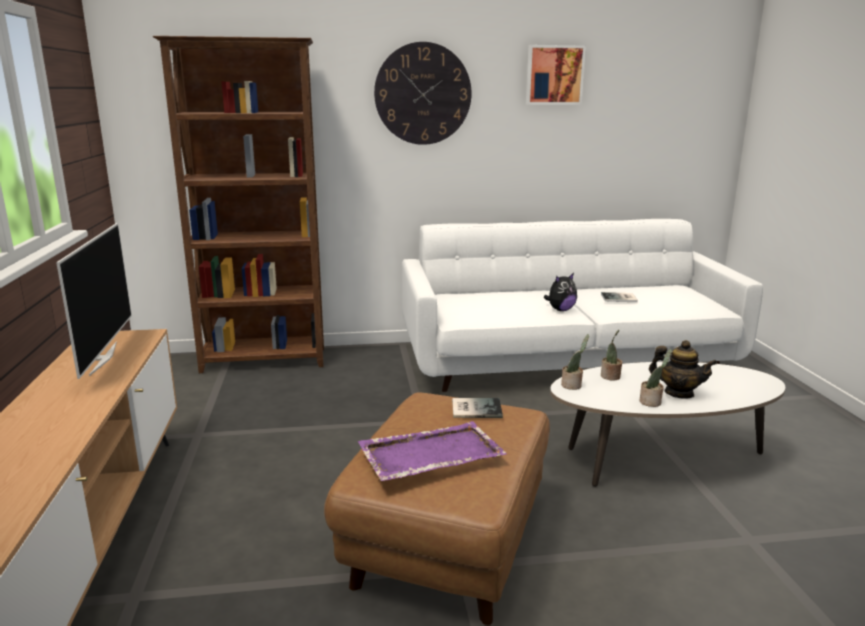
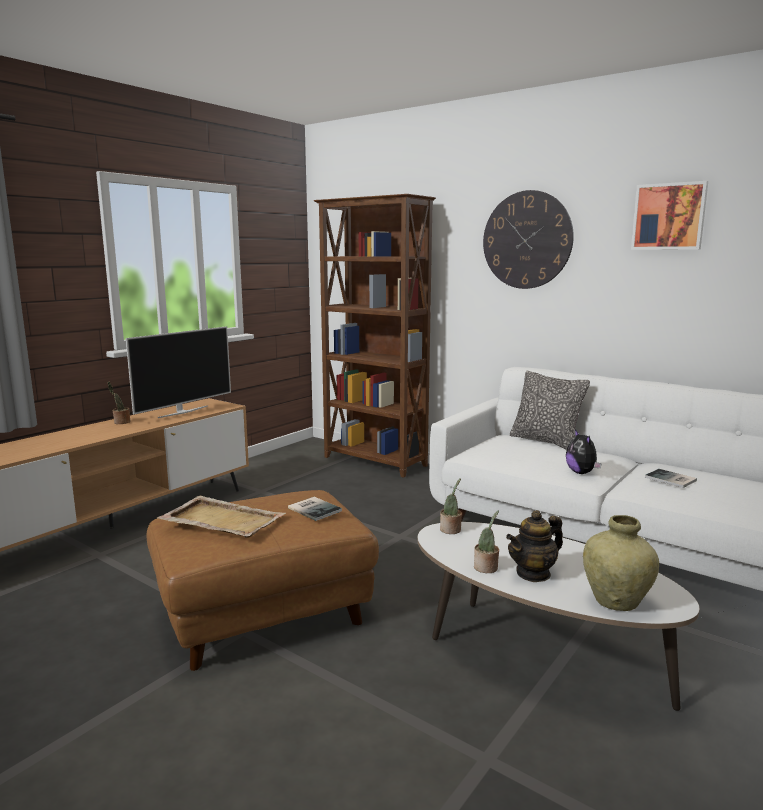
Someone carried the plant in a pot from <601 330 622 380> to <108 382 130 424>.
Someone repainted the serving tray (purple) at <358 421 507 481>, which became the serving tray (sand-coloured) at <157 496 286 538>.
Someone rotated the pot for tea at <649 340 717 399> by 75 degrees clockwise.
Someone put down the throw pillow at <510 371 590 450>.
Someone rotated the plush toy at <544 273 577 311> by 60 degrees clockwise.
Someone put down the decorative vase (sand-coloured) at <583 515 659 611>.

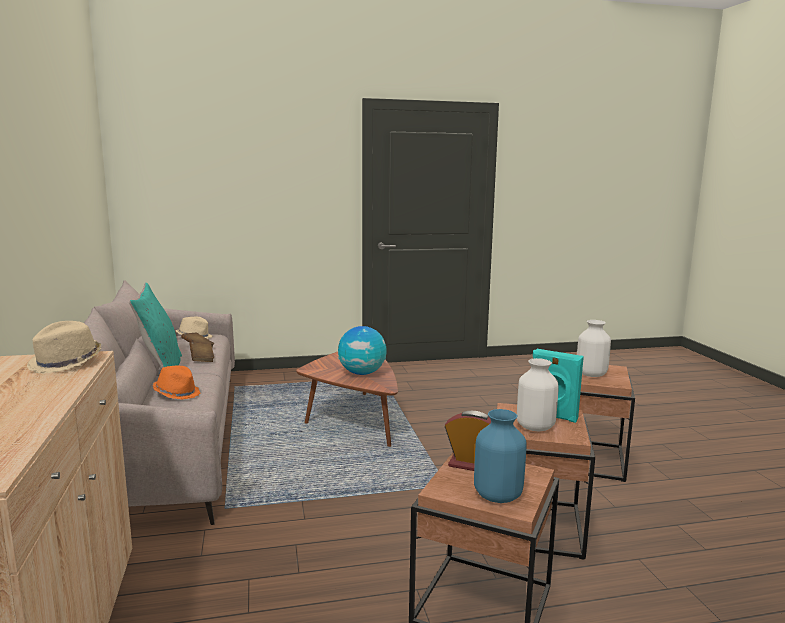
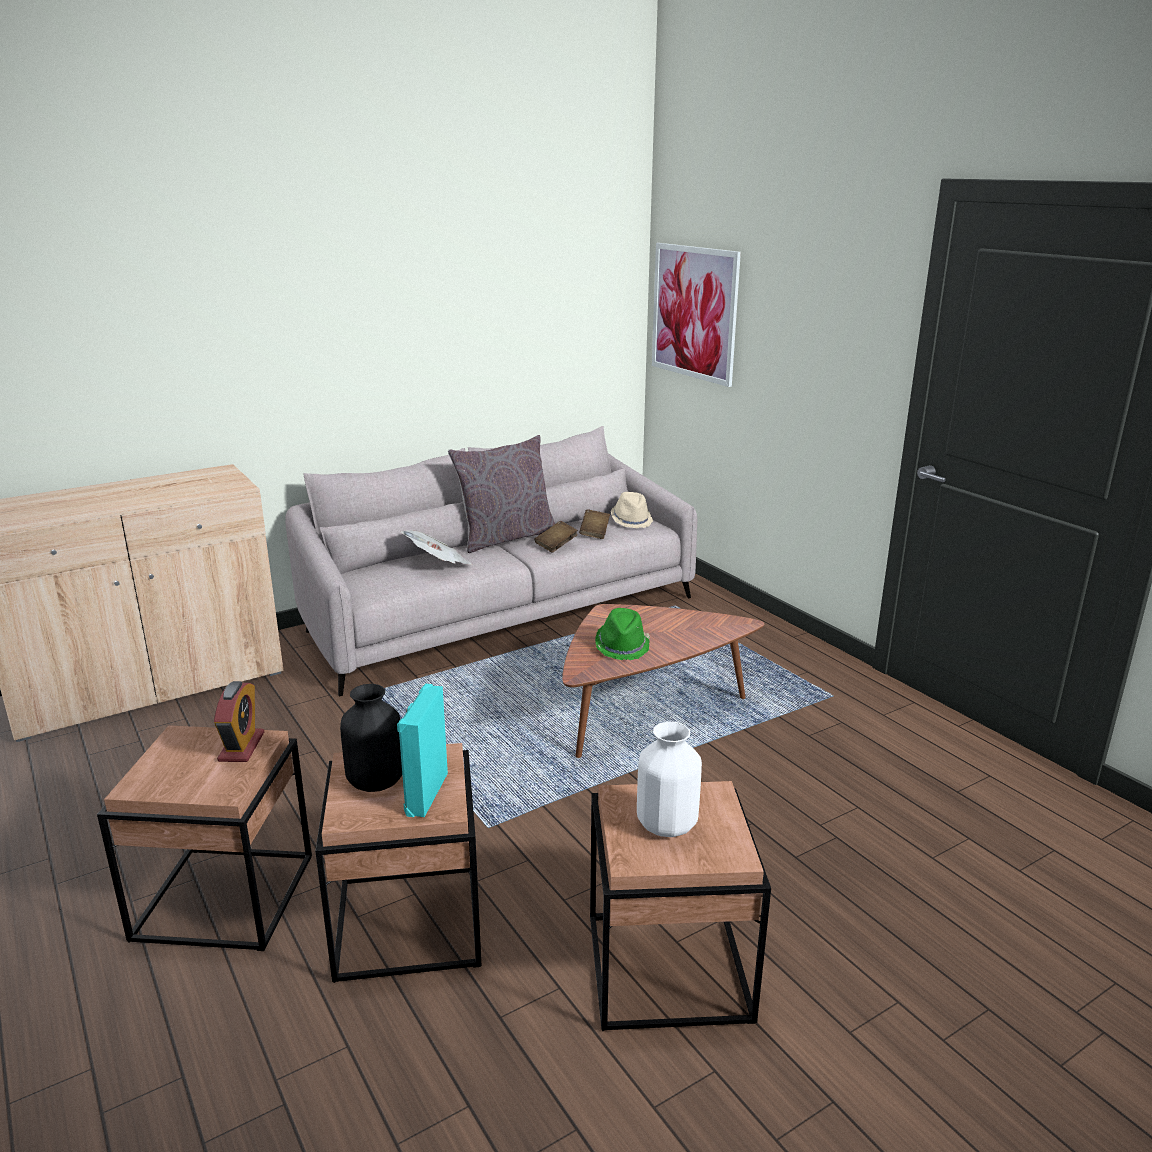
Someone repainted the decorative vase (whitish) at <517 358 559 431>, which became the decorative vase (black) at <340 684 402 792>.
Someone swapped the wearable hat (orangey) at <153 366 200 400> for the newspaper at <400 530 473 565>.
Someone repainted the throw pillow (turquoise-coloured) at <129 283 182 368>, which became the throw pillow (gray) at <448 435 555 553>.
Someone swapped the world globe at <338 326 387 375> for the wearable hat (greenish) at <595 608 650 660>.
Someone put up the picture at <652 243 741 387>.
Someone took away the wearable hat (sand-coloured) at <27 321 101 374>.
Someone took away the decorative vase (blue-coloured) at <474 409 527 503>.

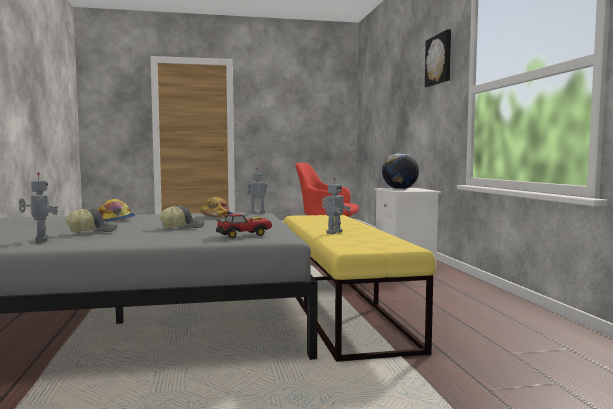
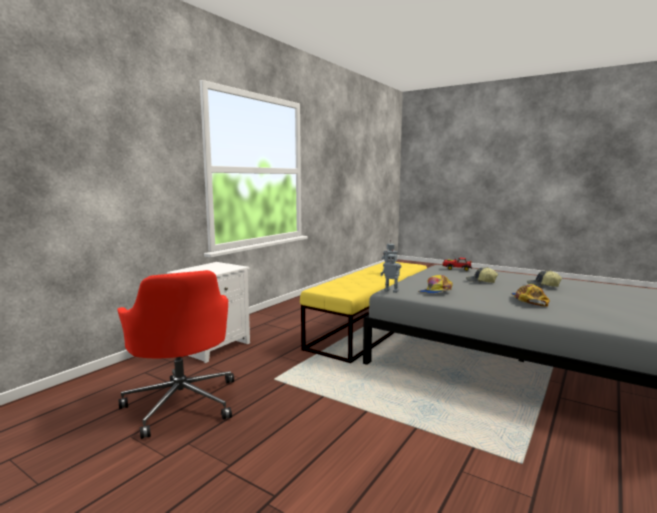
Someone took away the model robot at <18 172 58 242>.
Someone took away the world globe at <382 153 419 189>.
Someone took away the picture at <425 29 451 87>.

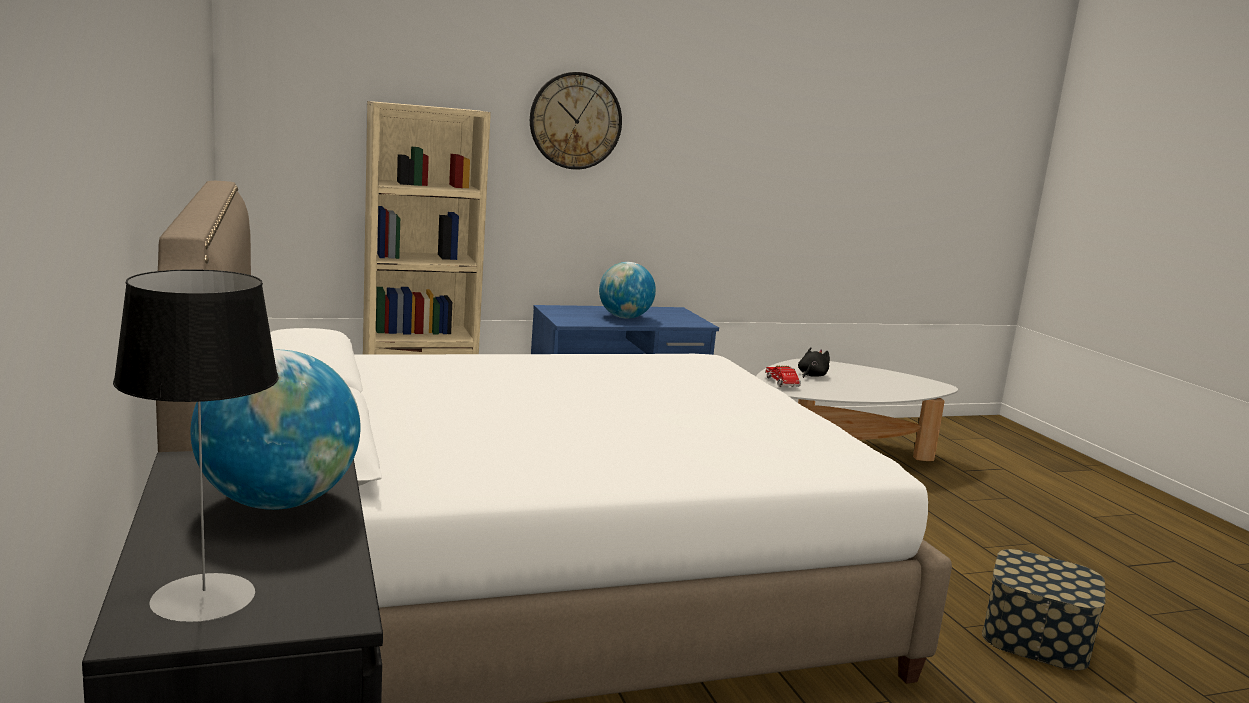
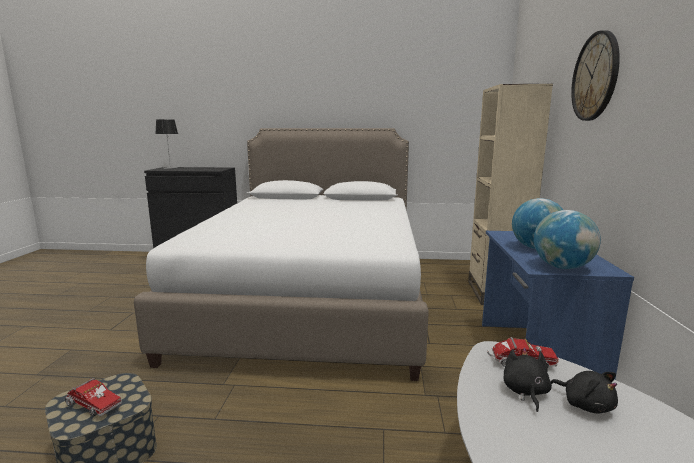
Someone put down the toy truck at <65 378 122 417>.
Someone put down the plush toy (black) at <503 348 552 412>.
Someone carried the world globe from <190 350 361 510> to <534 210 601 269>.

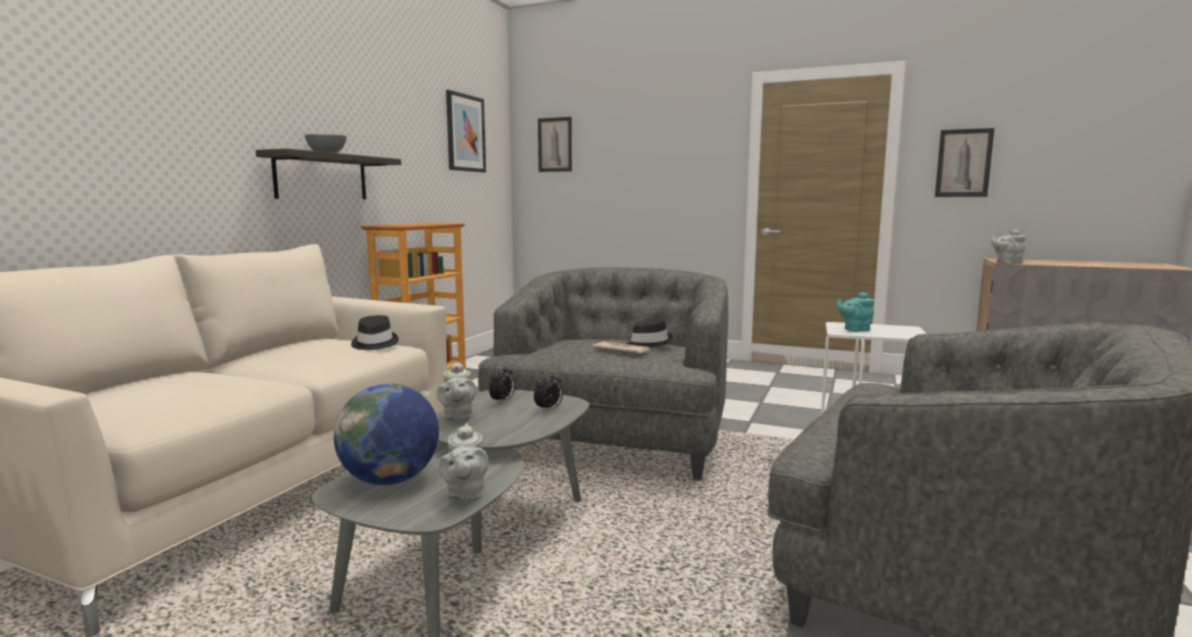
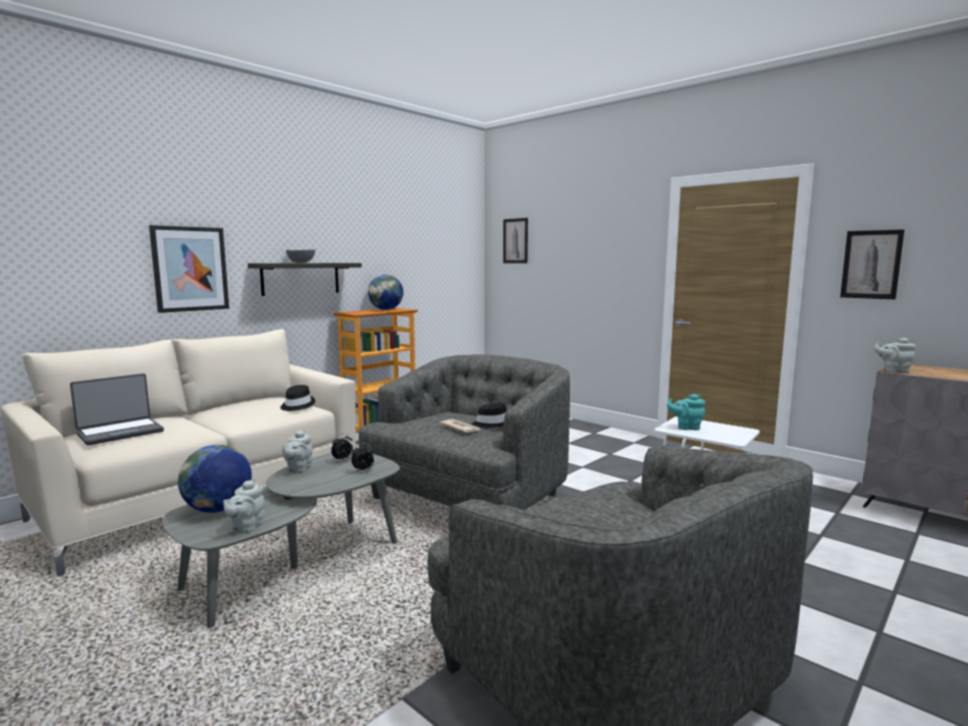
Someone put down the notebook computer at <70 373 164 445>.
Someone carried the picture from <446 90 486 173> to <149 225 229 313>.
Someone put down the world globe at <368 275 403 310>.

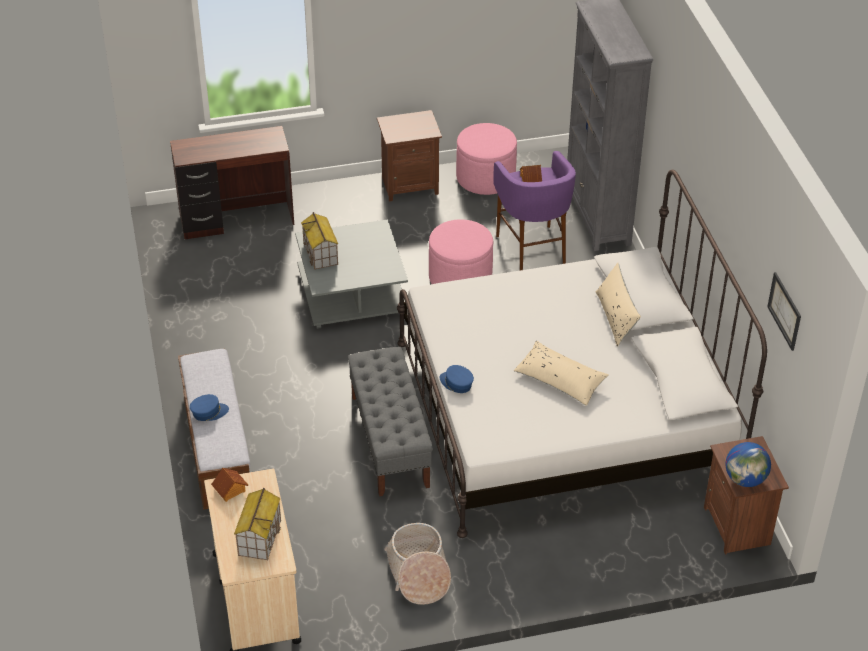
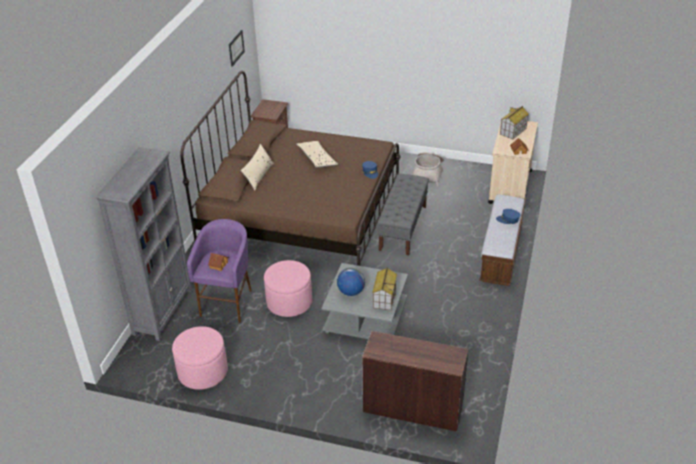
Someone repainted the bed (whitish) at <397 170 767 538>, which became the bed (brownish) at <180 71 401 266>.
Someone carried the world globe from <725 442 771 487> to <337 268 365 296>.
Someone took away the bedside table (brownish) at <377 110 442 202>.

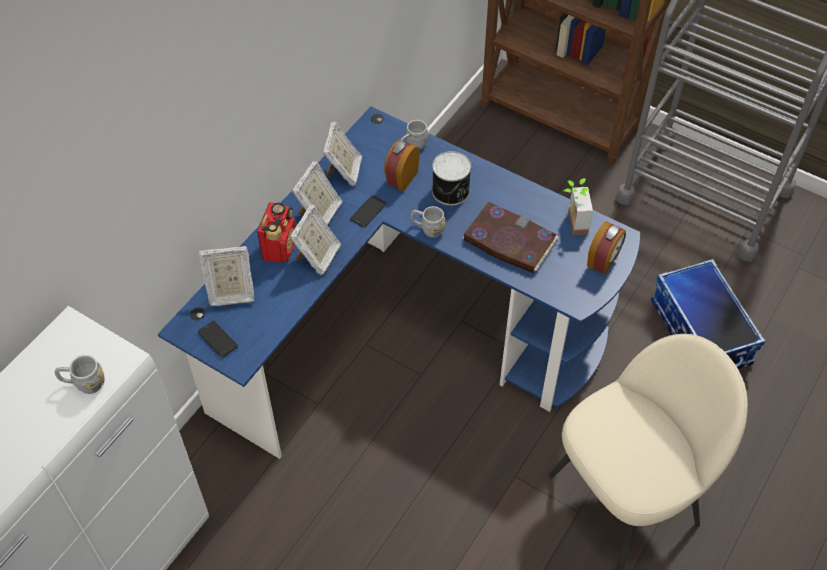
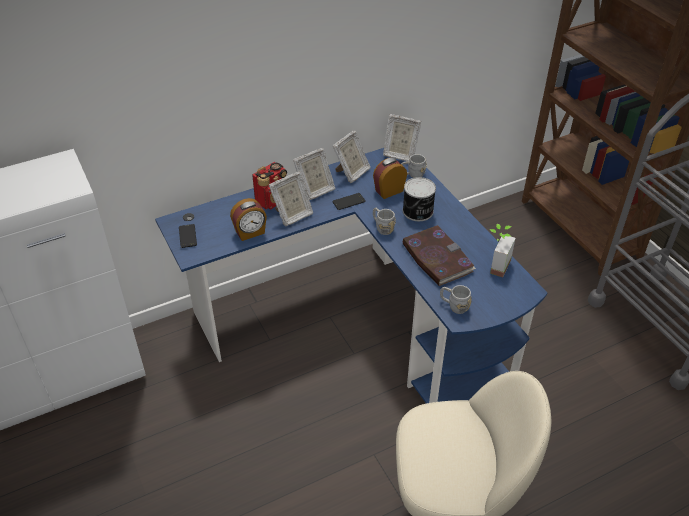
Someone carried the alarm clock from <587 221 626 275> to <230 198 267 241>.
Someone carried the picture frame from <198 246 254 306> to <383 114 421 161>.
Someone carried the coffee mug (gray) from <55 355 105 394> to <440 285 471 314>.
Someone took away the storage bin at <651 259 765 369>.

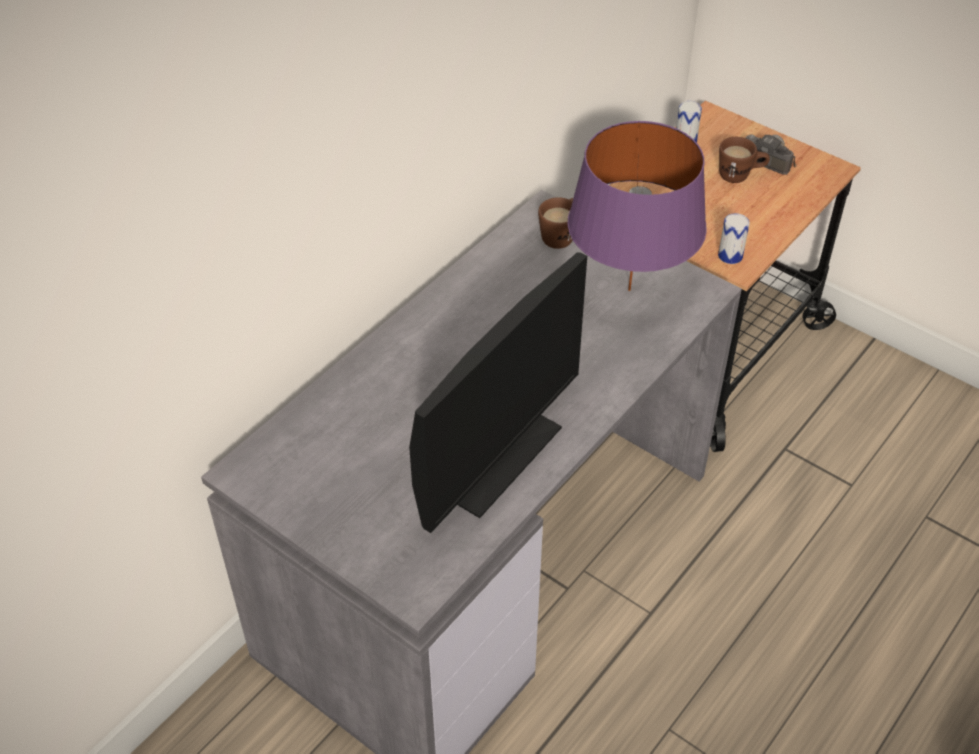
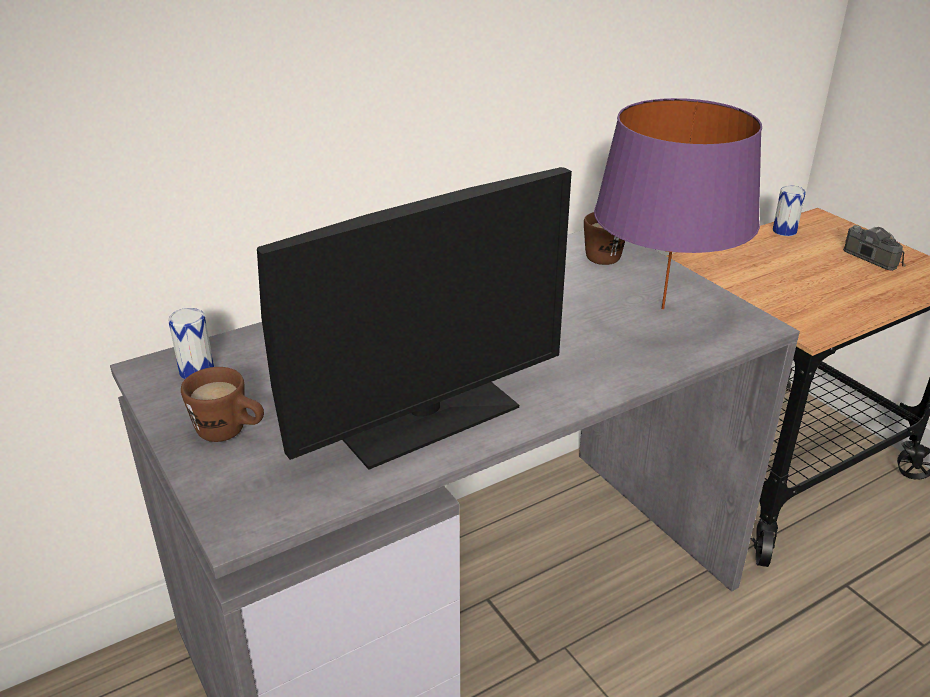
Someone carried the can from <718 213 750 264> to <168 308 214 379>.
Someone carried the coffee mug (brownish) from <719 137 770 183> to <181 367 264 442>.

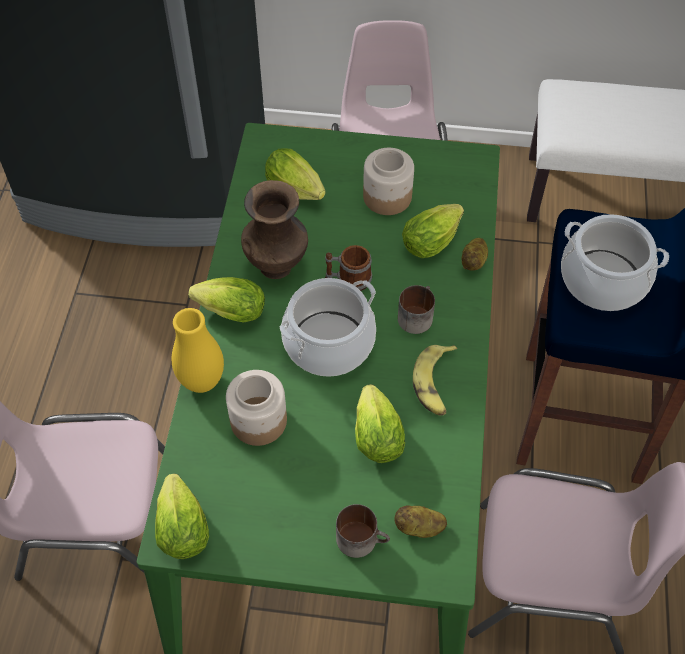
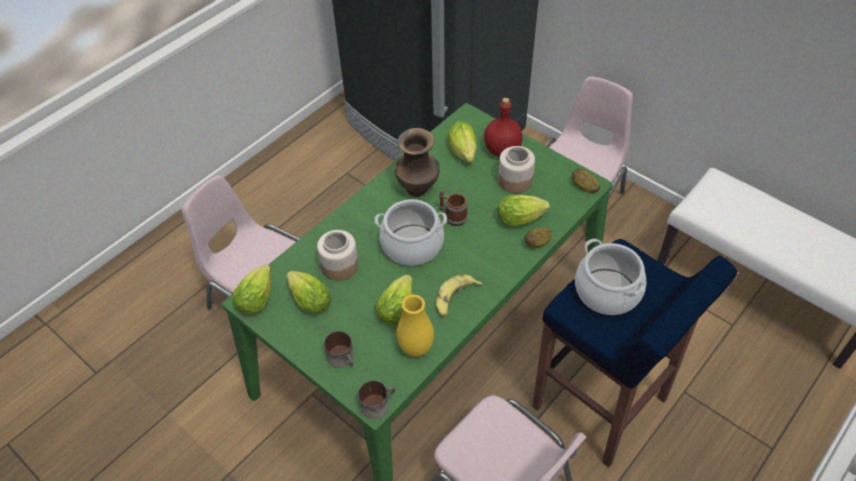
Someone carried the head of lettuce from <188 277 265 323> to <286 271 332 314>.
Someone carried the coffee mug from <398 285 435 334> to <358 380 395 419>.
Someone carried the decorative vase (yellowish) from <172 308 224 393> to <396 295 434 357>.
Someone put down the bottle (red-coloured) at <484 98 523 157>.
Someone carried the potato from <394 506 447 538> to <572 168 600 193>.

